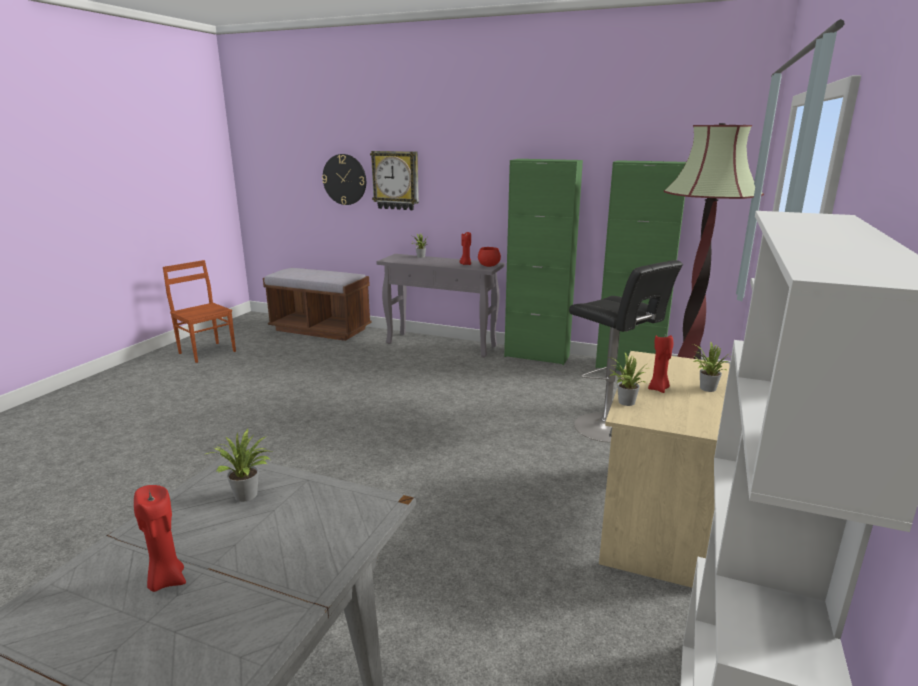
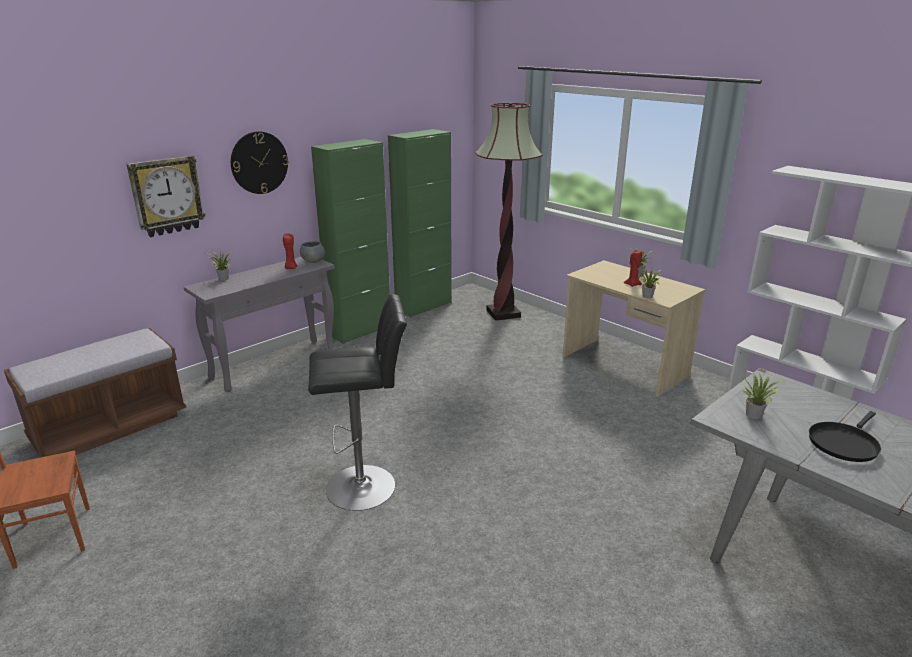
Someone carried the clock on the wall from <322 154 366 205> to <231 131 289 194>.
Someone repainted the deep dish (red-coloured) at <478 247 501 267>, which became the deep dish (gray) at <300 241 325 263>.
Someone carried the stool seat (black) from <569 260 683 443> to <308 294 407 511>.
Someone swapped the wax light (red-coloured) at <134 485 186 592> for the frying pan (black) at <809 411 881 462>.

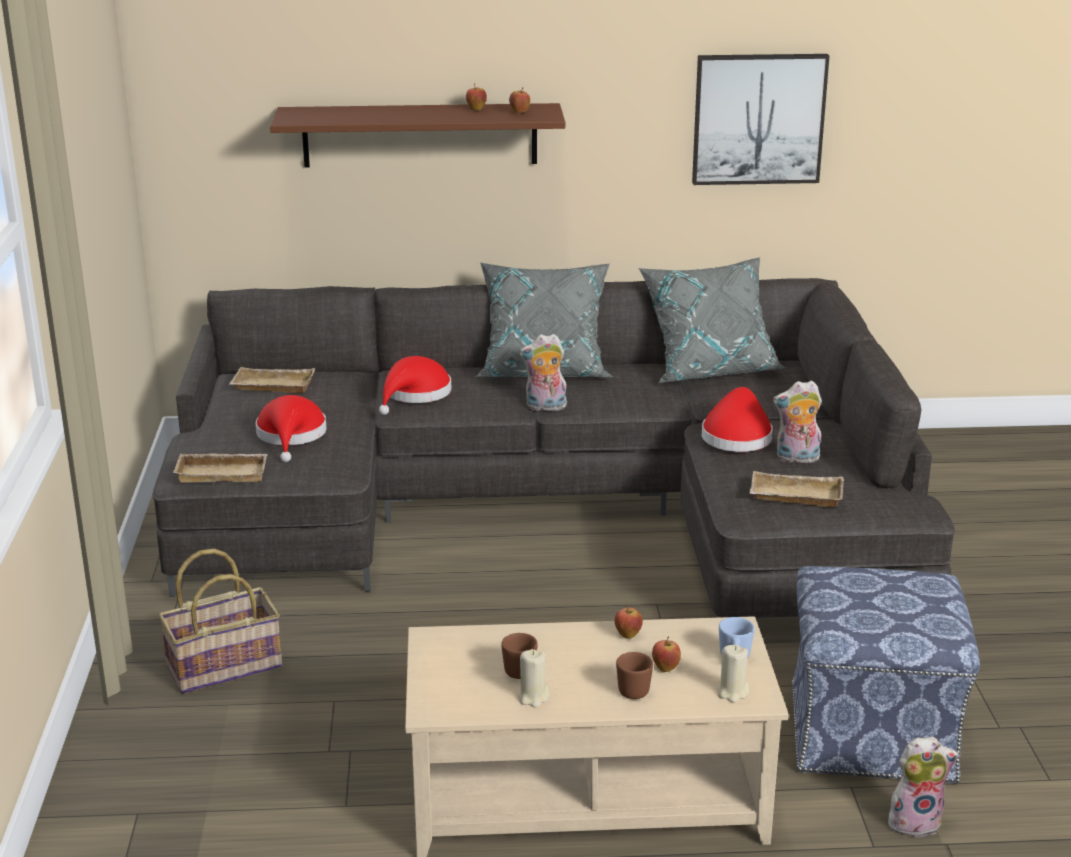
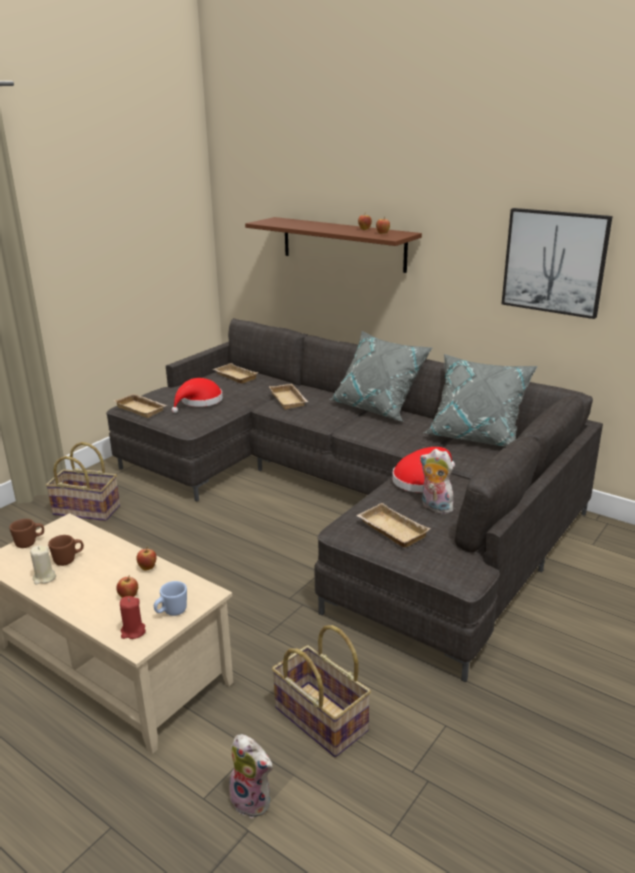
Someone carried the coffee mug (brownish) from <616 652 653 699> to <9 519 44 548>.
Someone repainted the wax light (sand-coloured) at <717 645 750 703>, which became the wax light (red-coloured) at <120 596 146 639>.
Someone swapped the wearable hat (red-coloured) at <379 356 451 415> for the serving tray (sand-coloured) at <269 384 308 410>.
Someone swapped the pouffe at <792 566 980 784> for the household basket at <272 625 371 757>.
Someone took away the plush toy at <519 334 568 411>.

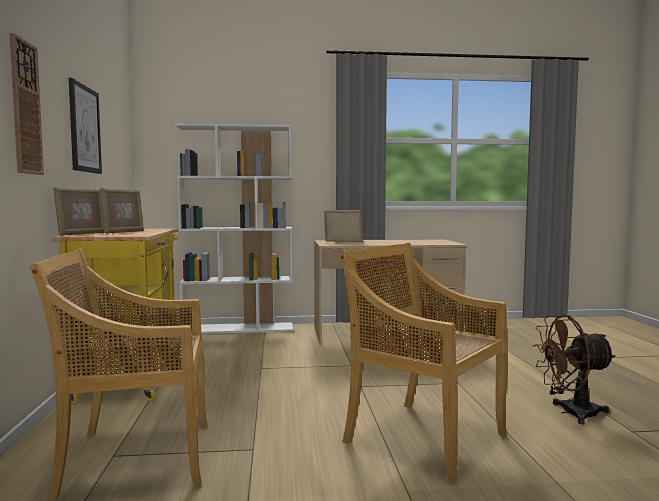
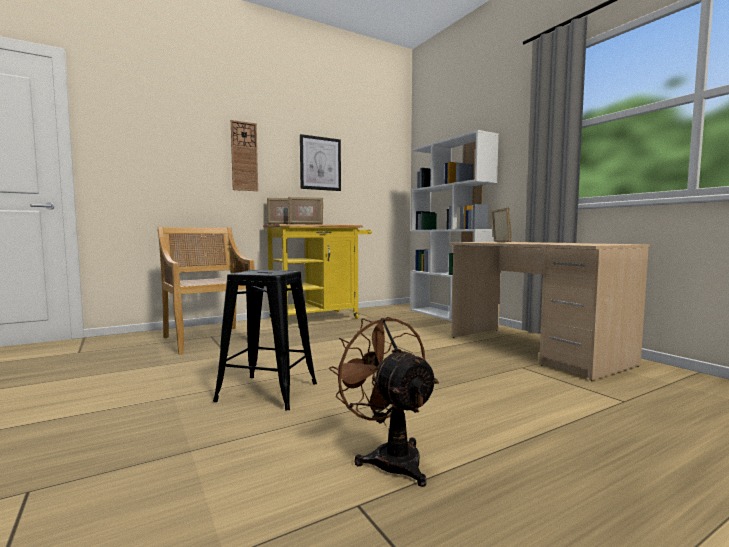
Someone swapped the upright chair (sand-coloured) at <339 243 508 484> for the stool seat (black) at <213 270 317 411>.

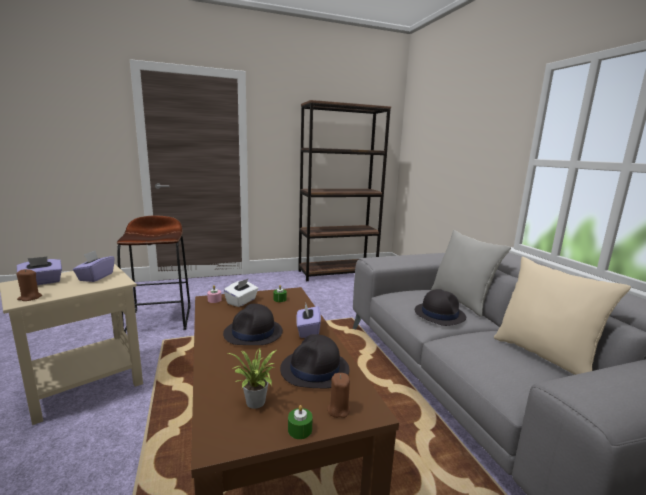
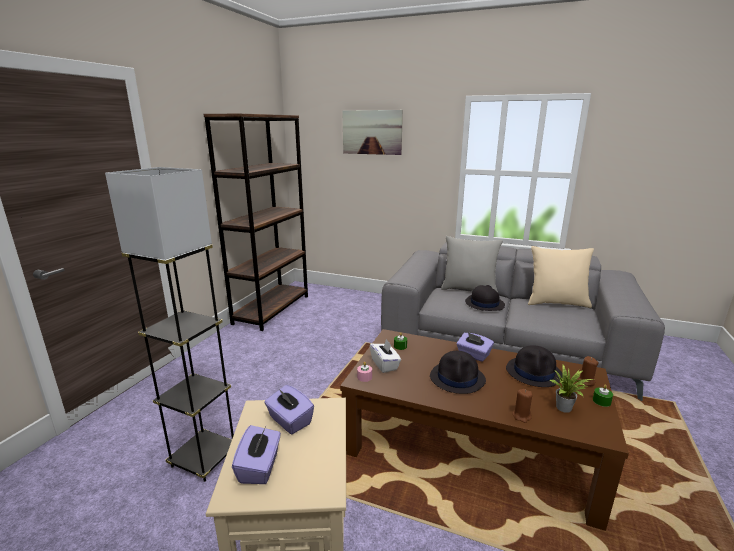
Someone swapped the stool seat (brownish) at <117 215 190 333> for the standard lamp (gray) at <105 167 234 482>.
Someone put up the picture at <342 110 403 155>.
Someone carried the wax light (brownish) from <16 269 42 301> to <512 389 532 423>.

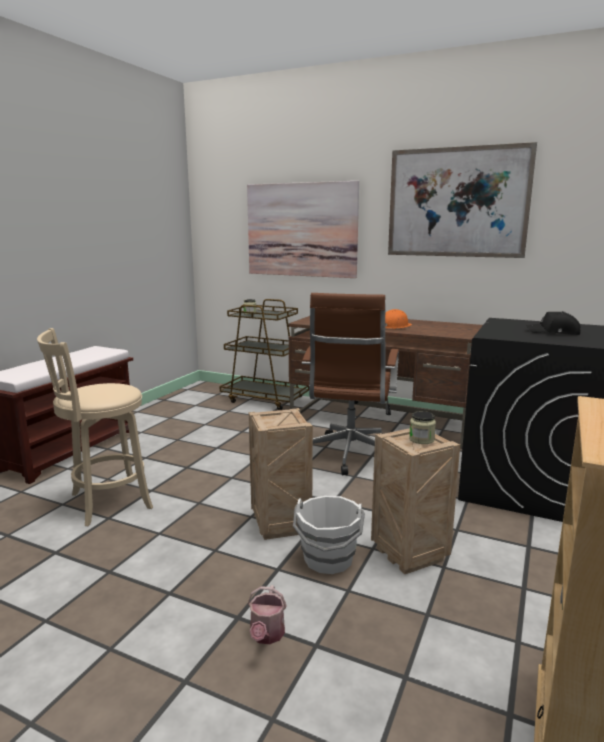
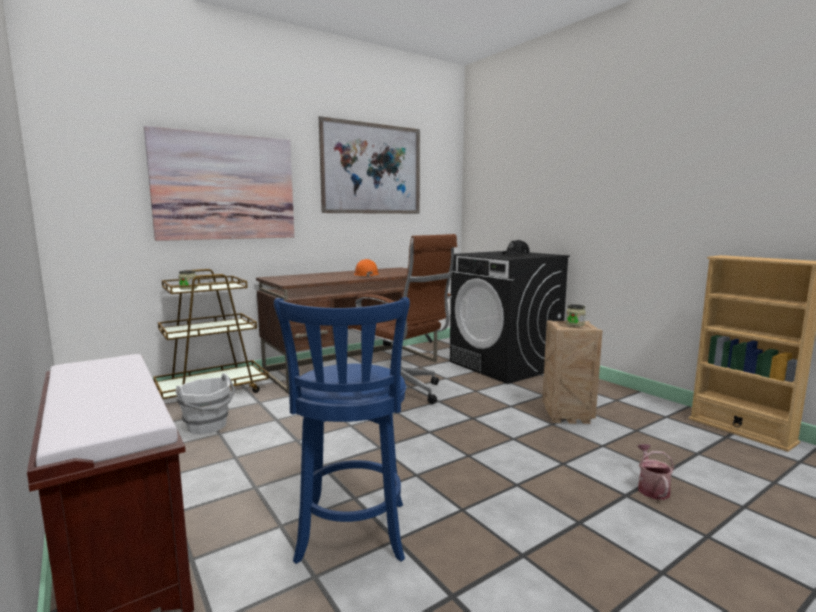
Someone carried the pail (whitish) from <293 496 365 574> to <176 373 235 434>.
Someone repainted the stool seat (sand-coloured) at <37 328 153 526>, which became the stool seat (blue-coloured) at <274 297 410 564>.
Someone rotated the watering can at <248 585 287 644> by 120 degrees counterclockwise.
Someone took away the shipping crate at <249 408 313 540>.

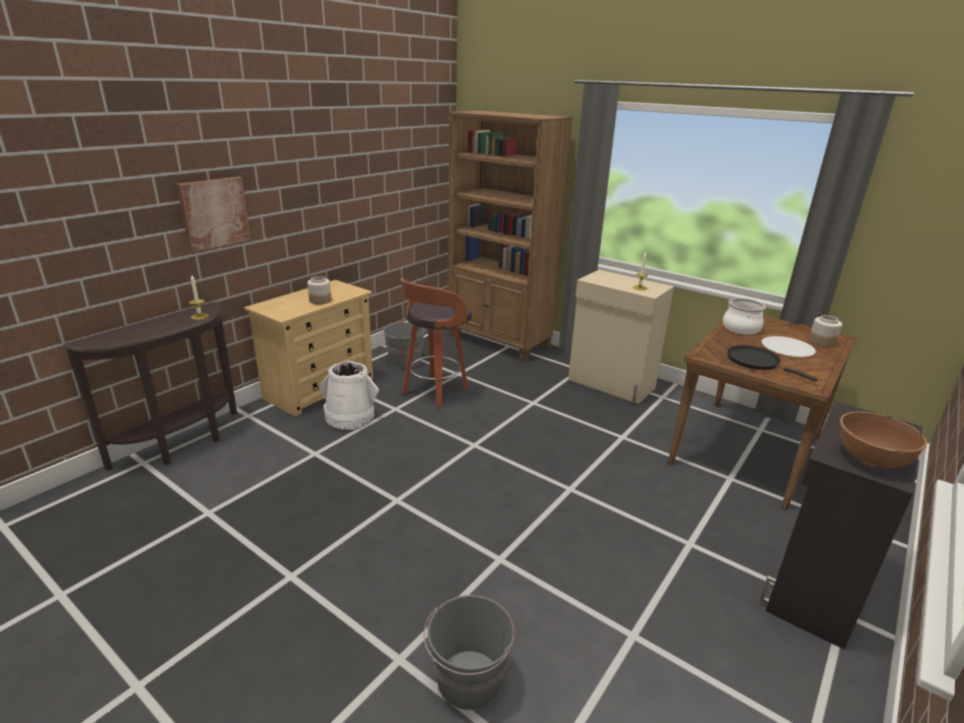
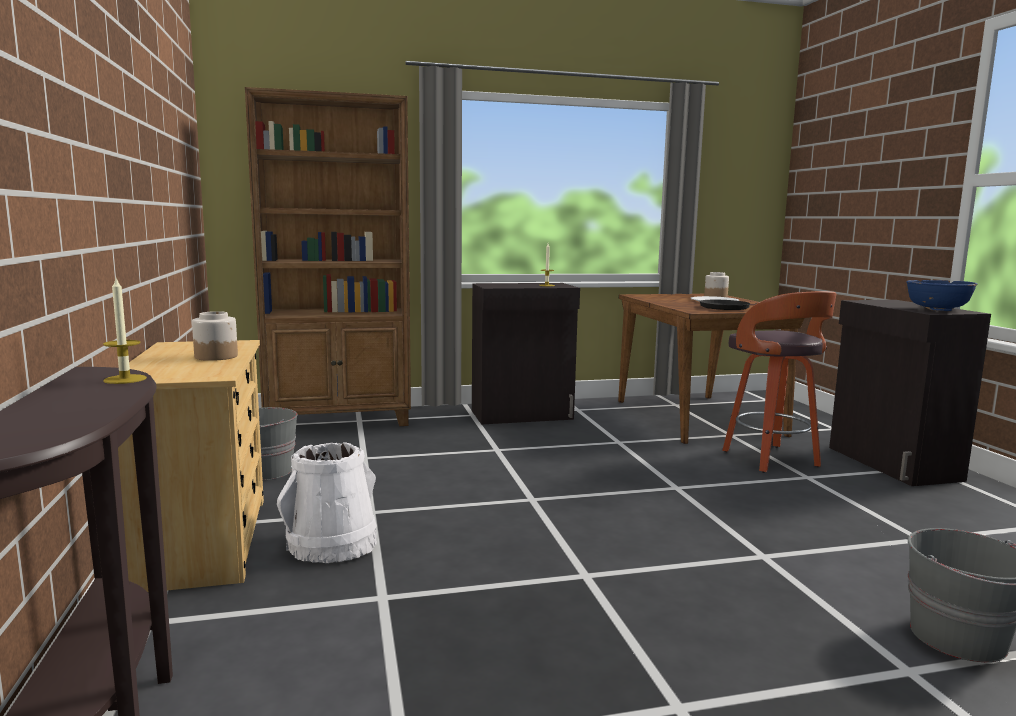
Someone repainted the cupboard (sand-coloured) at <568 270 674 404>, which became the cupboard (black) at <472 283 580 425>.
Someone carried the stool seat from <401 279 472 408> to <722 291 836 473>.
Someone repainted the deep dish (brownish) at <840 411 927 468>, which became the deep dish (blue-coloured) at <906 280 977 311>.
Someone took away the picture at <177 177 251 252>.
Someone took away the cooking pot at <723 298 766 335>.

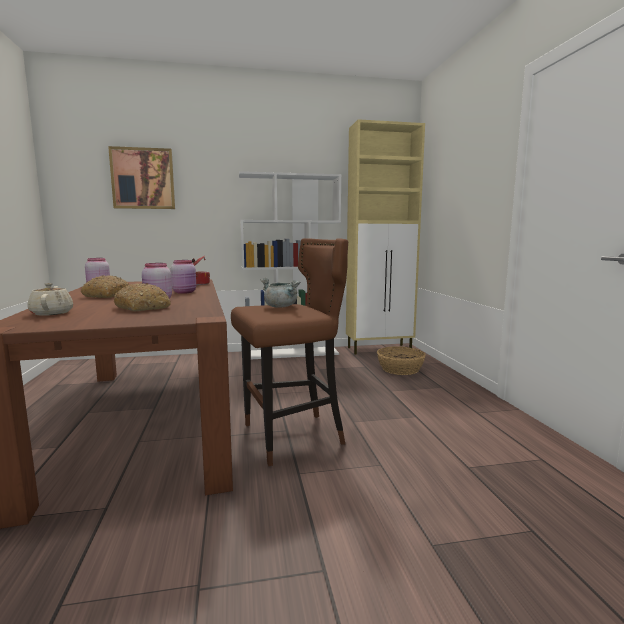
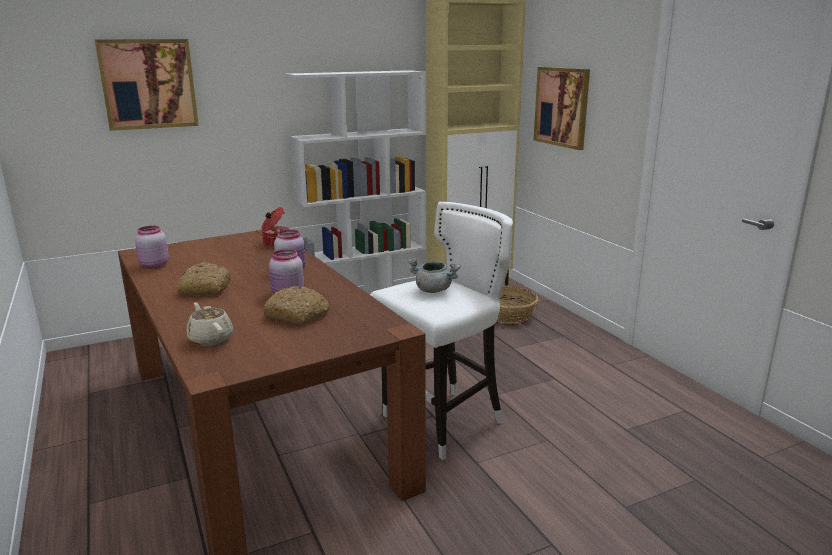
Someone repainted the stool seat (brownish) at <231 238 348 466>, which became the stool seat (whitish) at <370 202 513 460>.
Someone put up the picture at <534 67 590 150>.

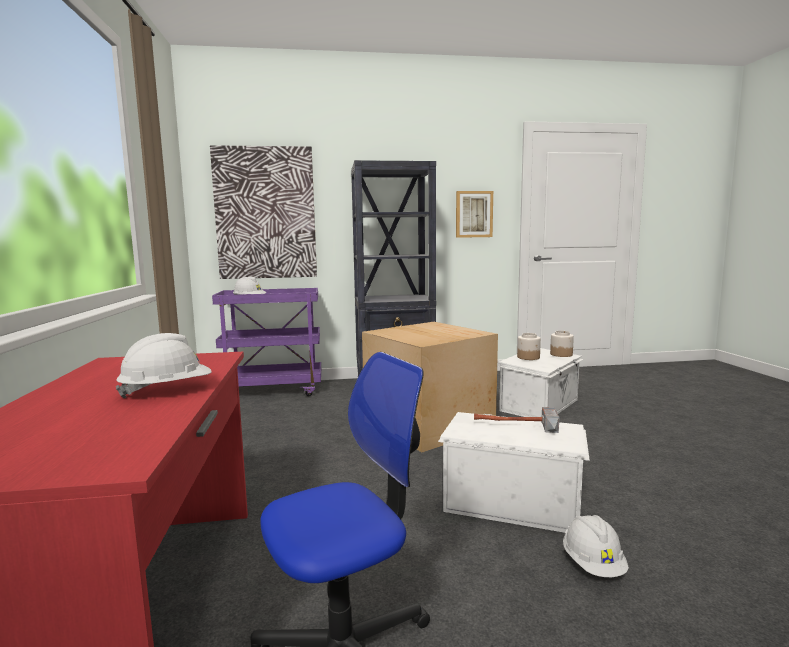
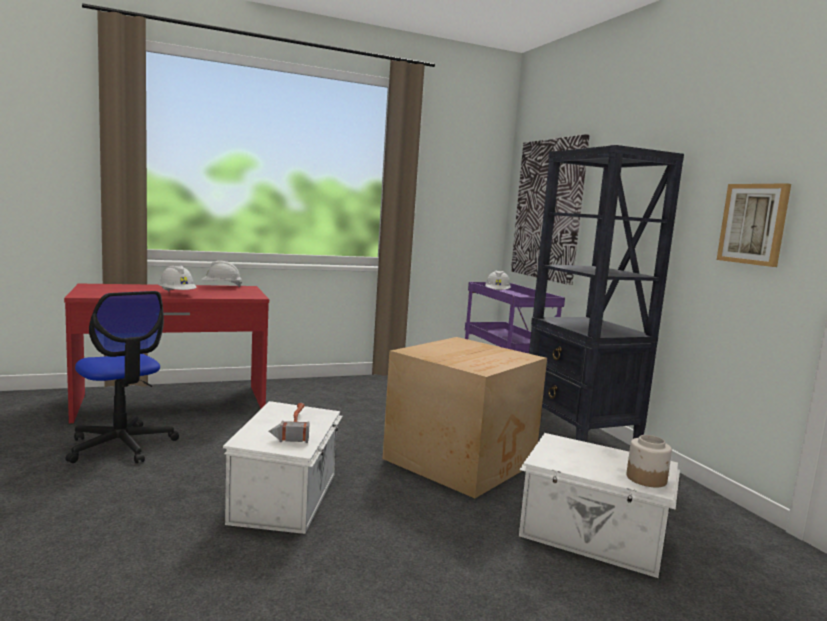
Someone carried the hard hat (whitish) from <563 515 629 577> to <201 261 242 287>.
Someone took away the preserve jar at <517 333 541 360>.

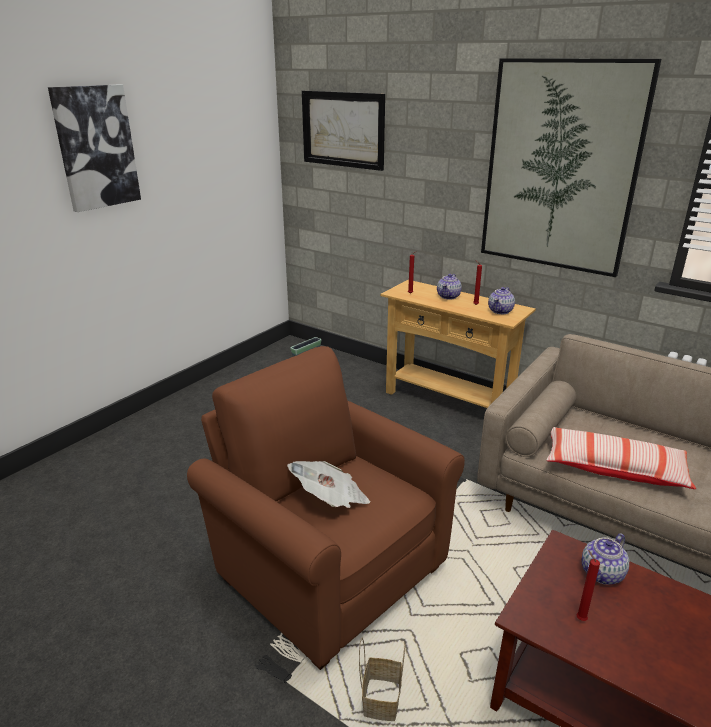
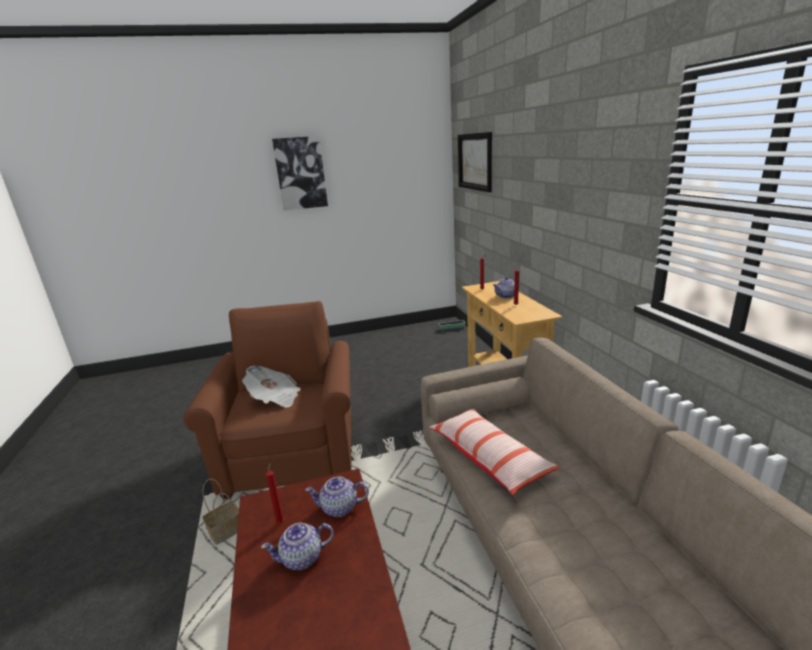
Someone carried the pot for tea from <488 287 515 314> to <261 523 334 570>.
Someone took away the picture at <481 58 661 277>.

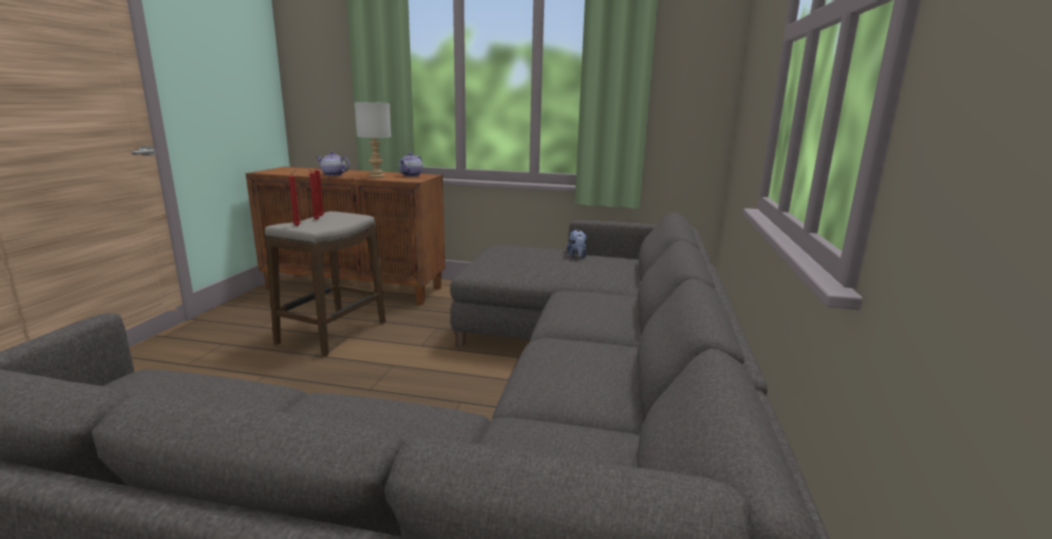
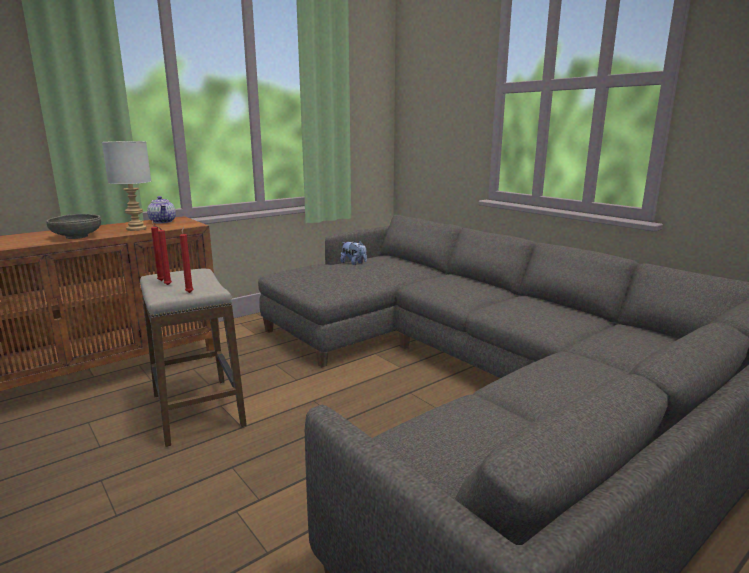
Someone swapped the pot for tea at <317 151 350 176> for the deep dish (gray) at <46 214 101 239>.

